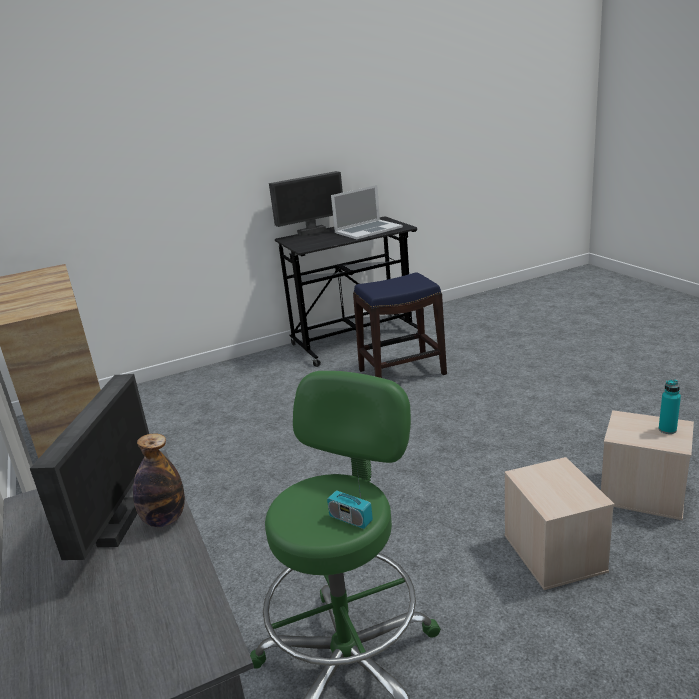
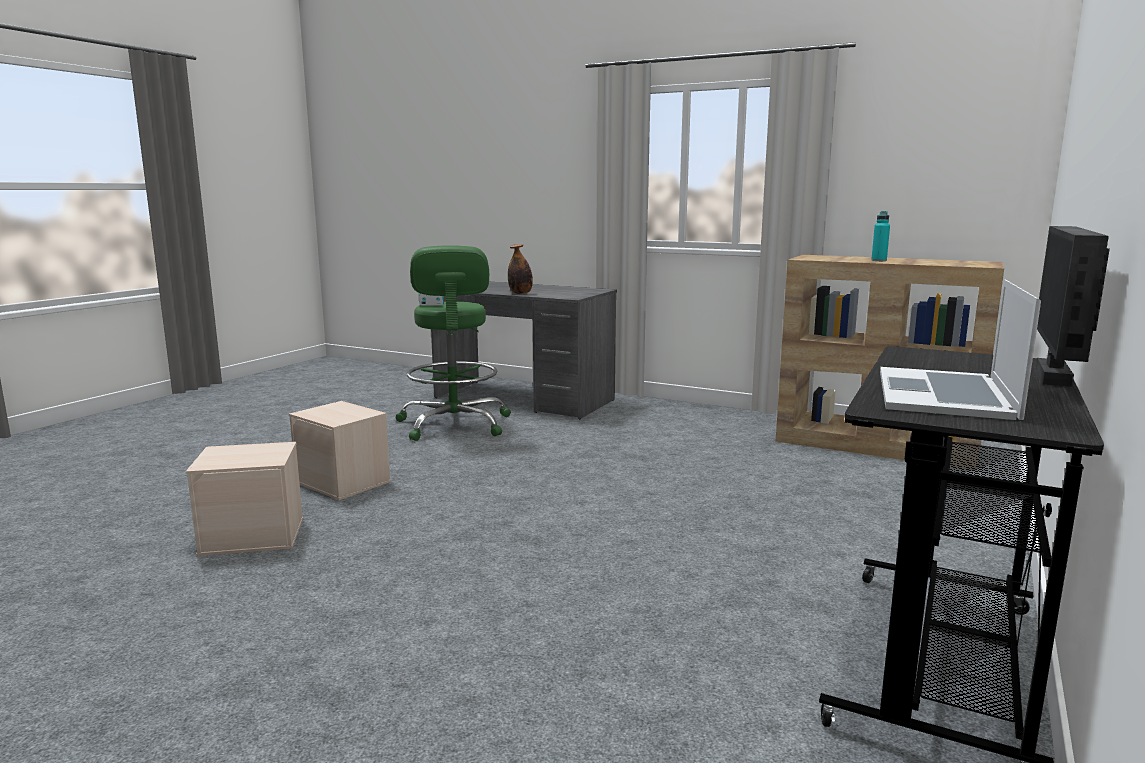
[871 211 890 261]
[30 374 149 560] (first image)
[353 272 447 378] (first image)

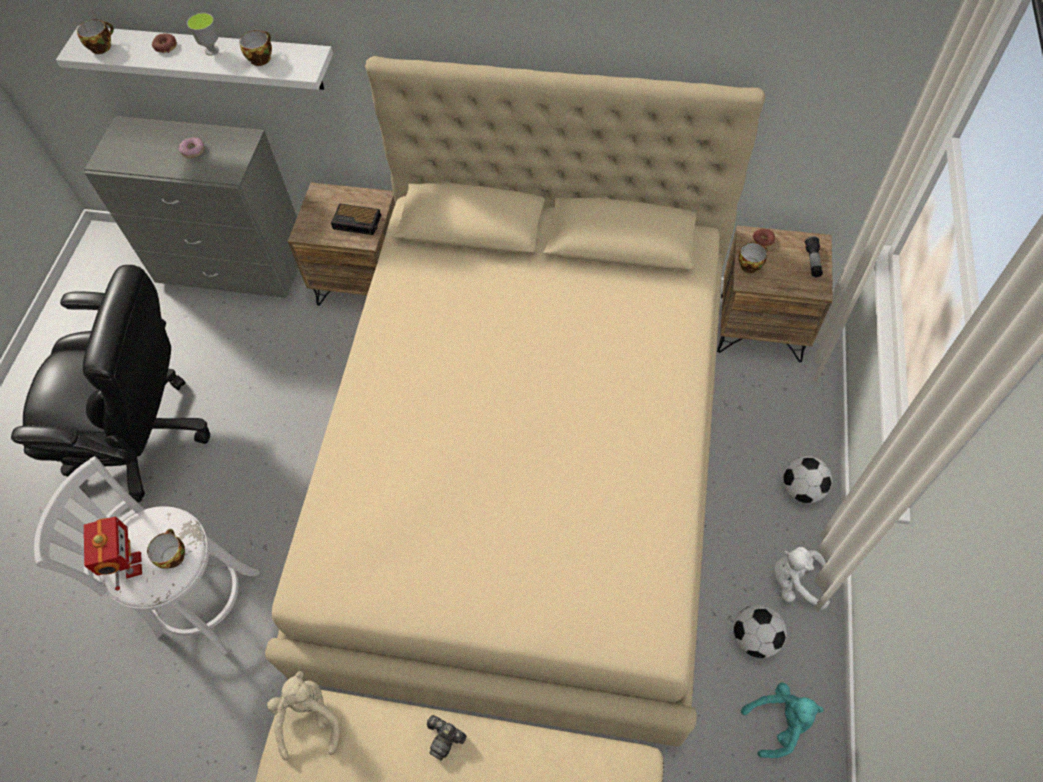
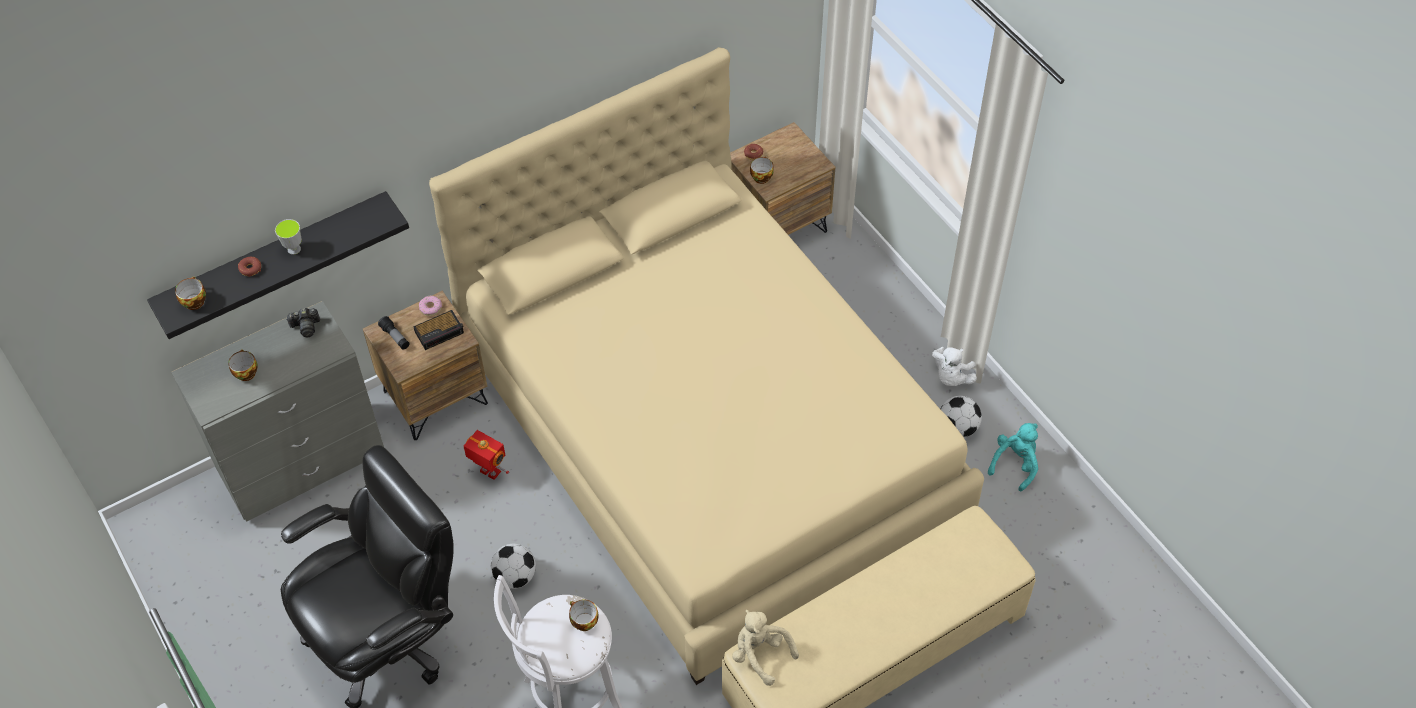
[147 191 409 339]
[228 349 258 381]
[286 308 320 337]
[378 316 410 350]
[419 296 442 316]
[464 430 509 480]
[491 544 536 589]
[932 347 977 386]

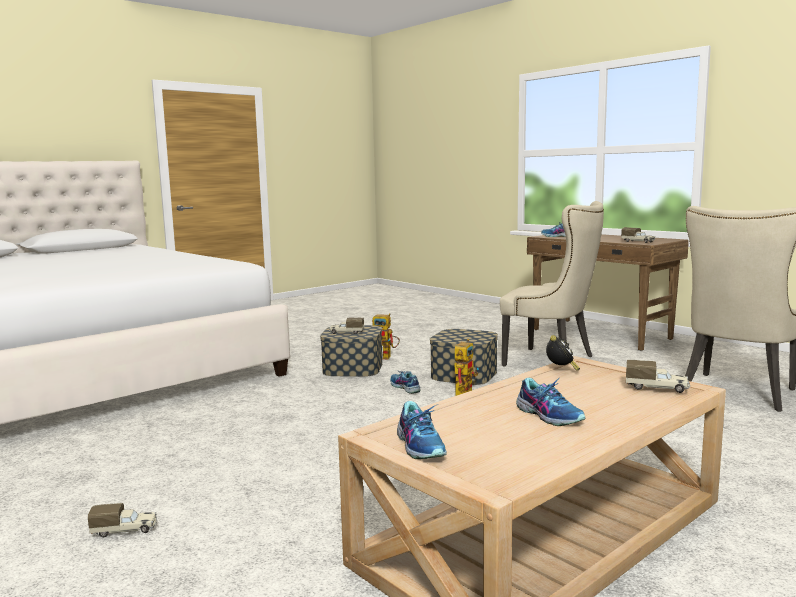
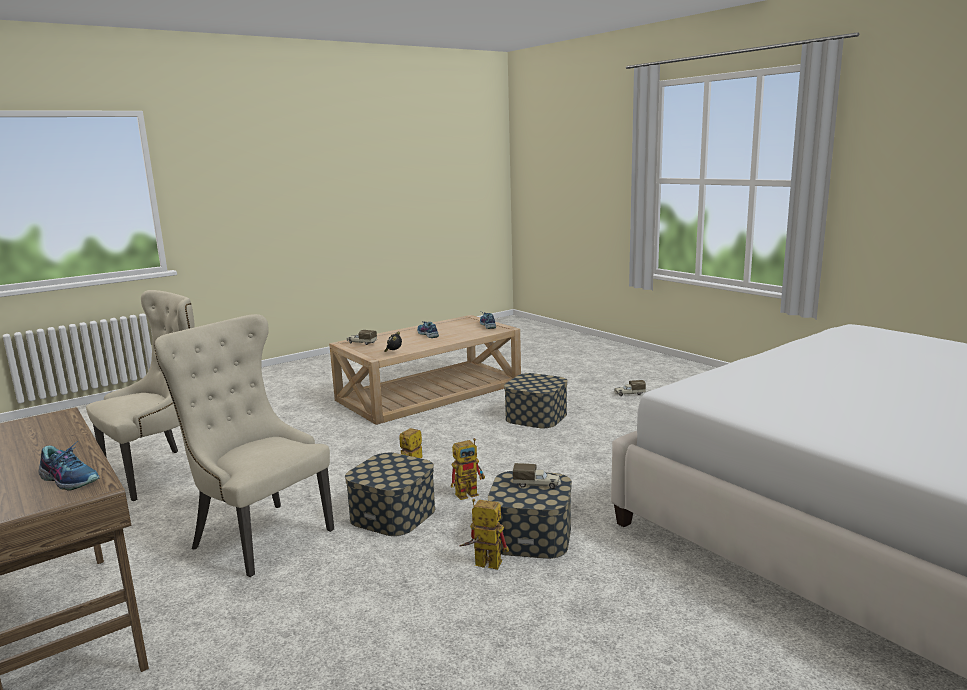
[451 438 485 500]
[504 373 568 428]
[621 227 655 243] (first image)

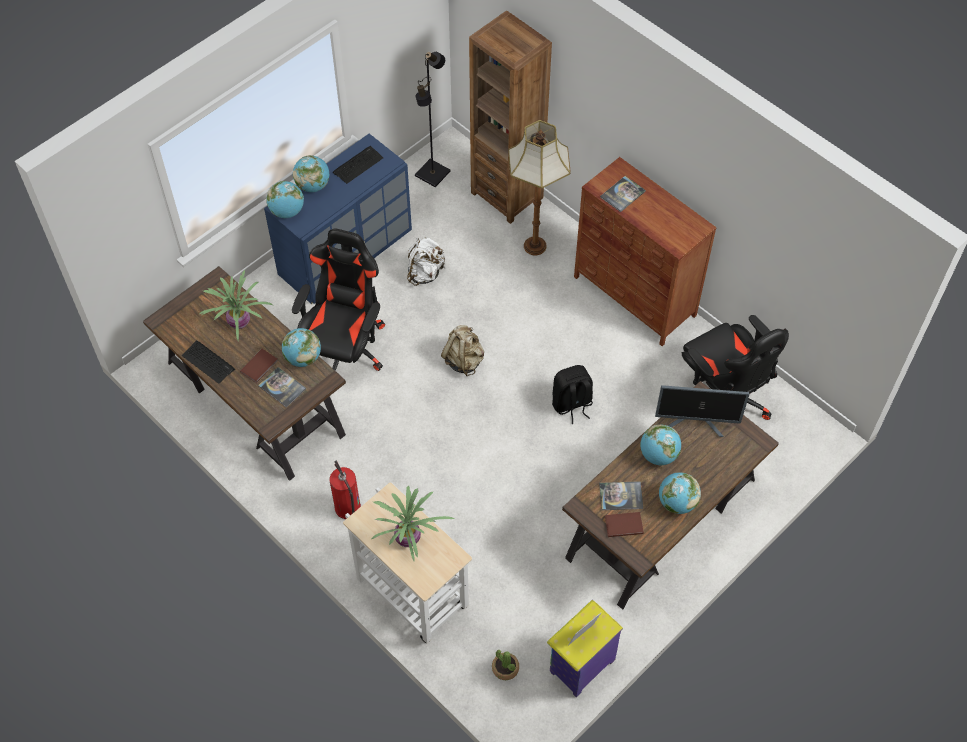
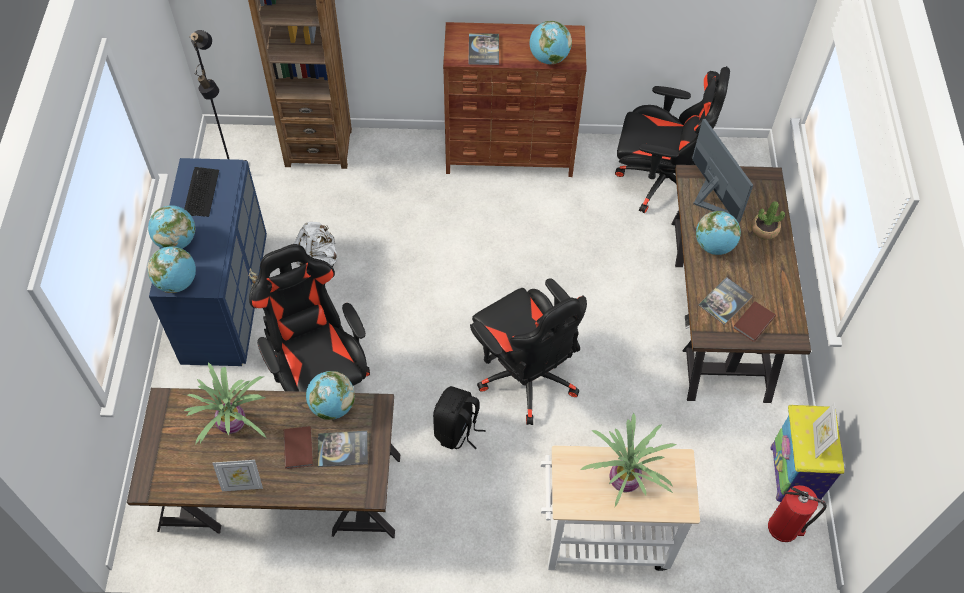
[213 460 263 491]
[433 386 486 449]
[470 278 587 425]
[530 21 572 65]
[692 119 753 223]
[751 201 785 240]
[768 485 827 542]
[441 325 484 376] (first image)
[508 120 571 255] (first image)

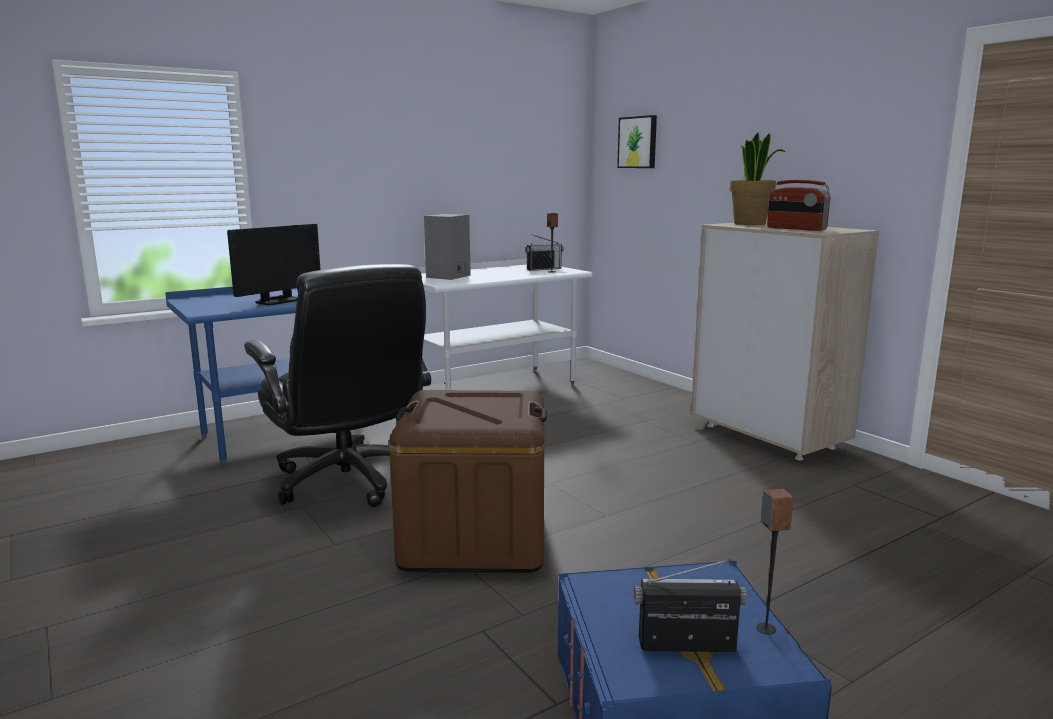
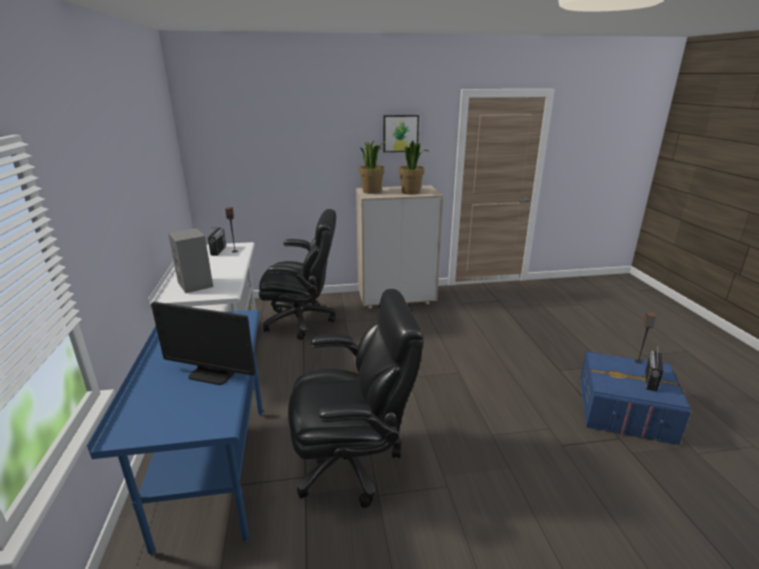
[151 302 255 385]
[259 209 336 340]
[383 115 419 152]
[399 141 428 195]
[389 390 547 573] (first image)

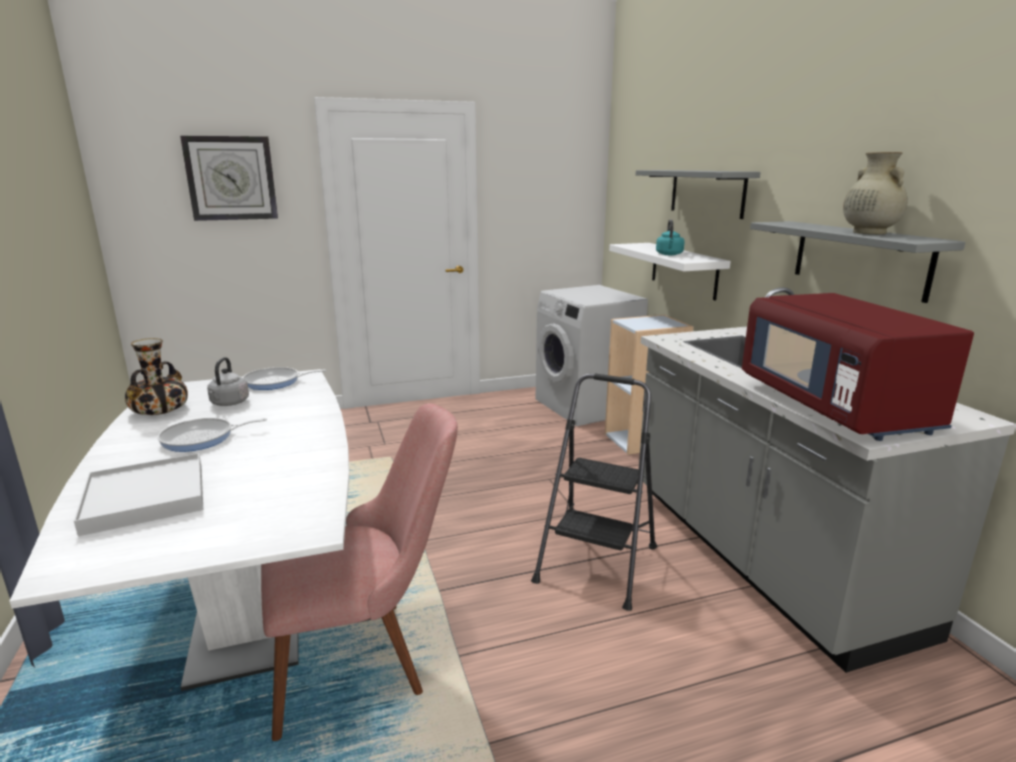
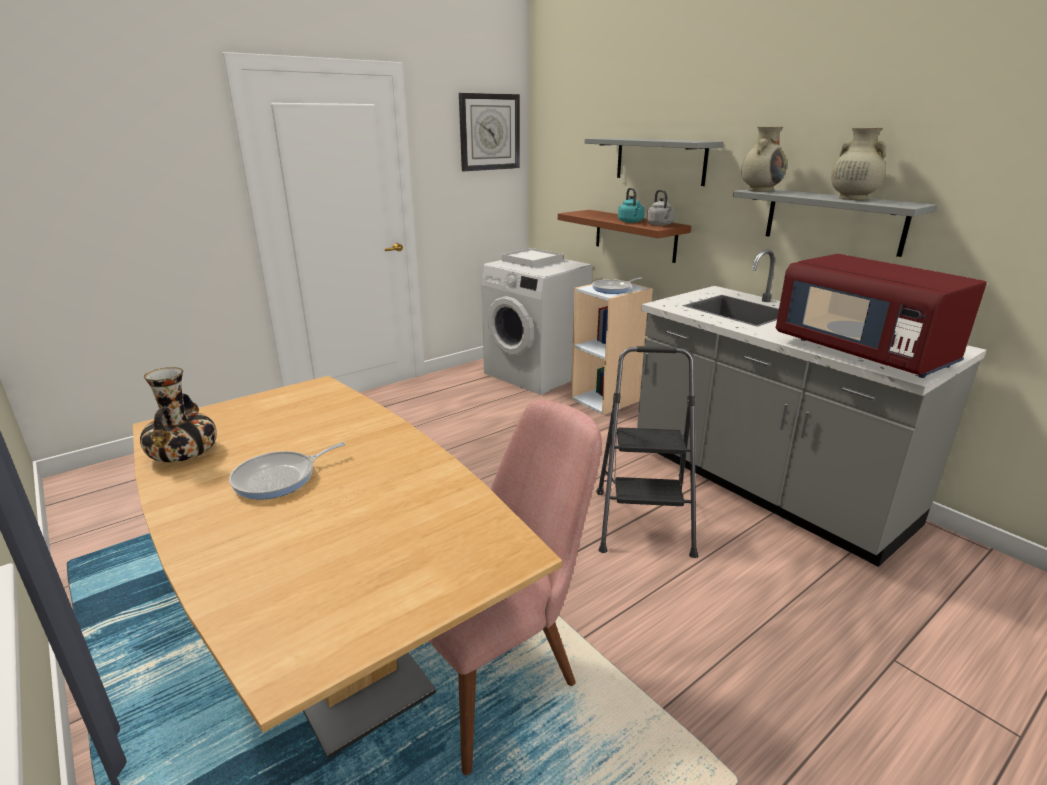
[133 376 562 759]
[459 93 520 171]
[501 248 563 267]
[558 210 691 263]
[592 277 642 294]
[647 190 675 226]
[741 127 787 192]

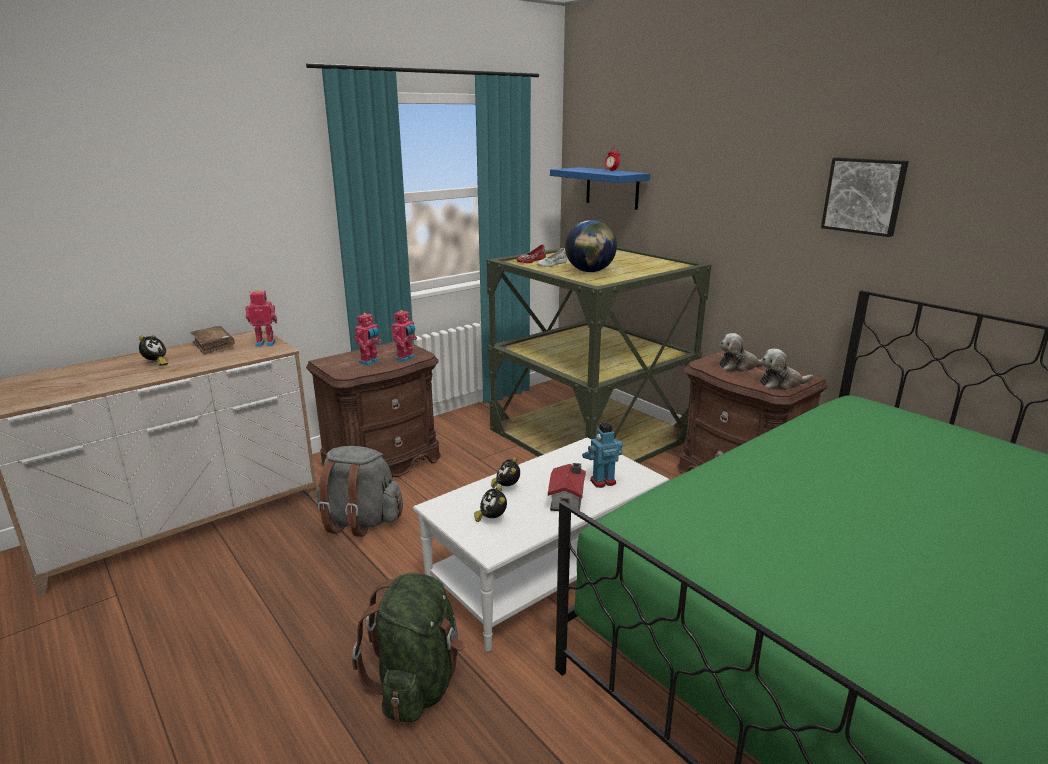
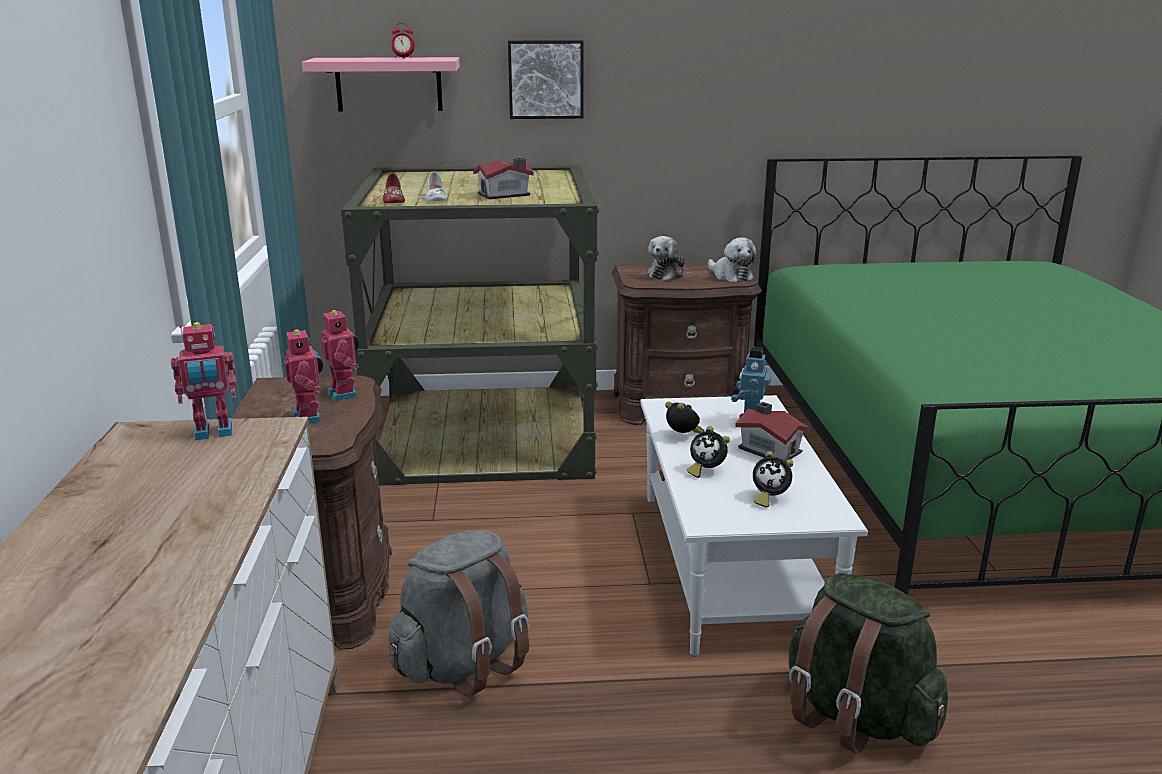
[171 322 237 440]
[302 57 460 112]
[473 158 534 199]
[508 40 584 119]
[665 401 704 433]
[708 238 757 282]
[190 326 235 355] (first image)

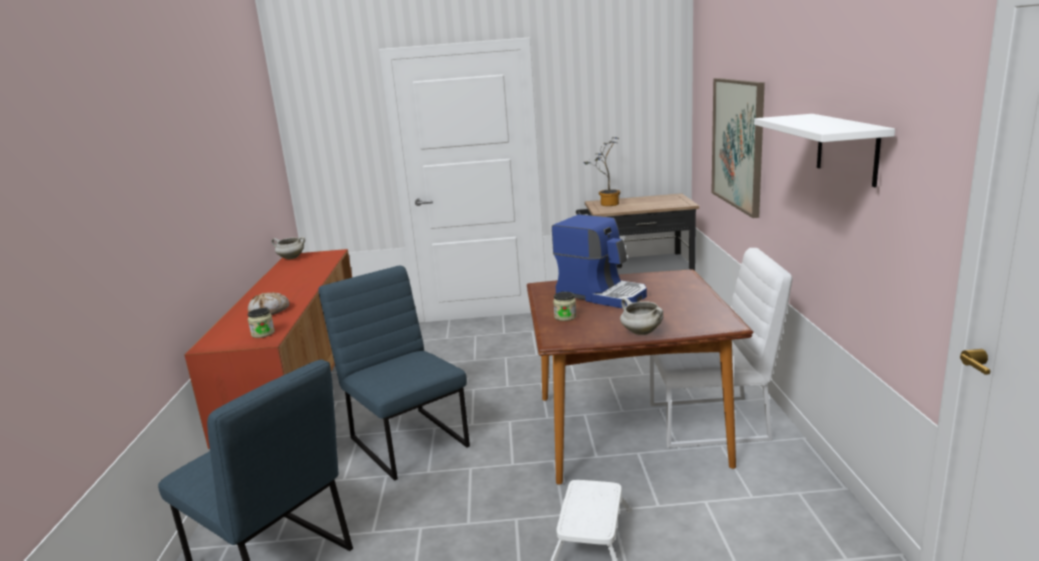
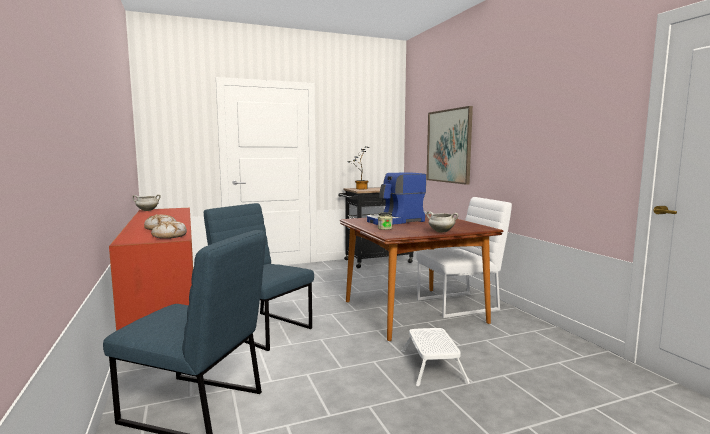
[151 221 187 239]
[367 172 426 225]
[754 114 895 187] (first image)

